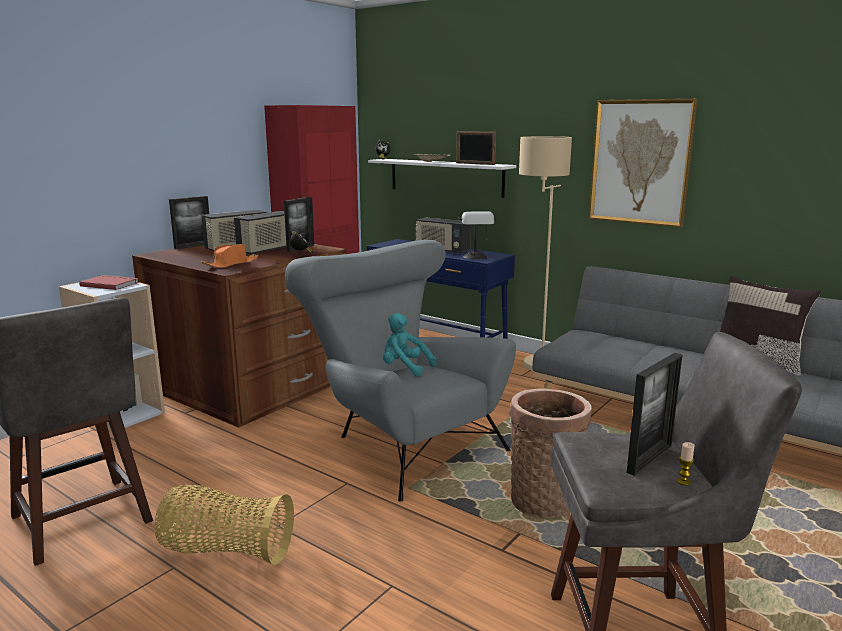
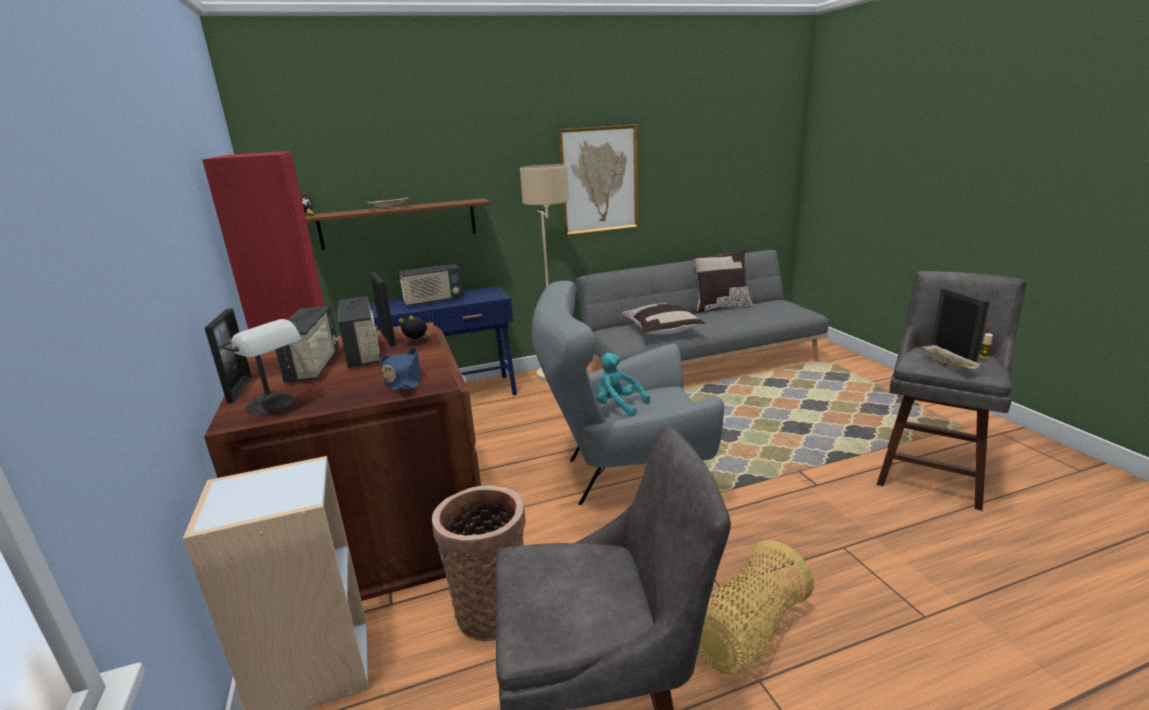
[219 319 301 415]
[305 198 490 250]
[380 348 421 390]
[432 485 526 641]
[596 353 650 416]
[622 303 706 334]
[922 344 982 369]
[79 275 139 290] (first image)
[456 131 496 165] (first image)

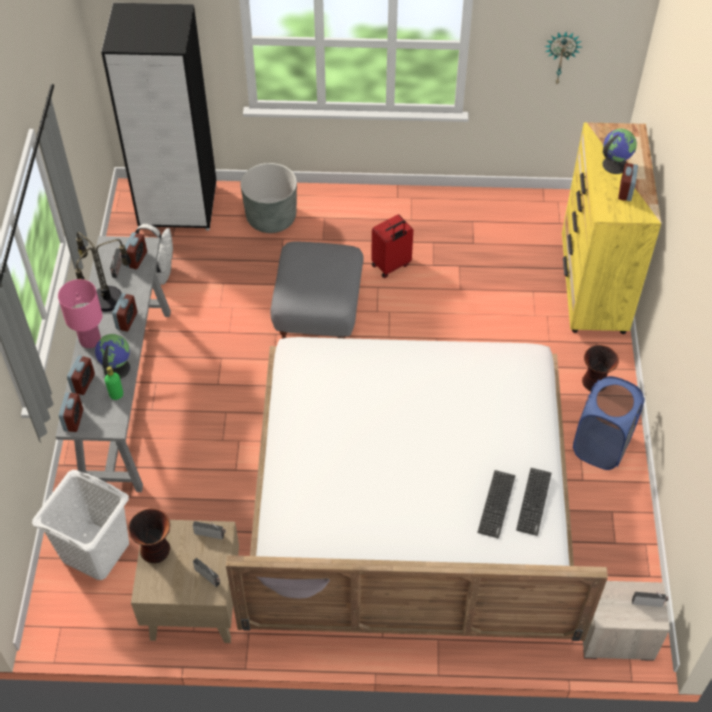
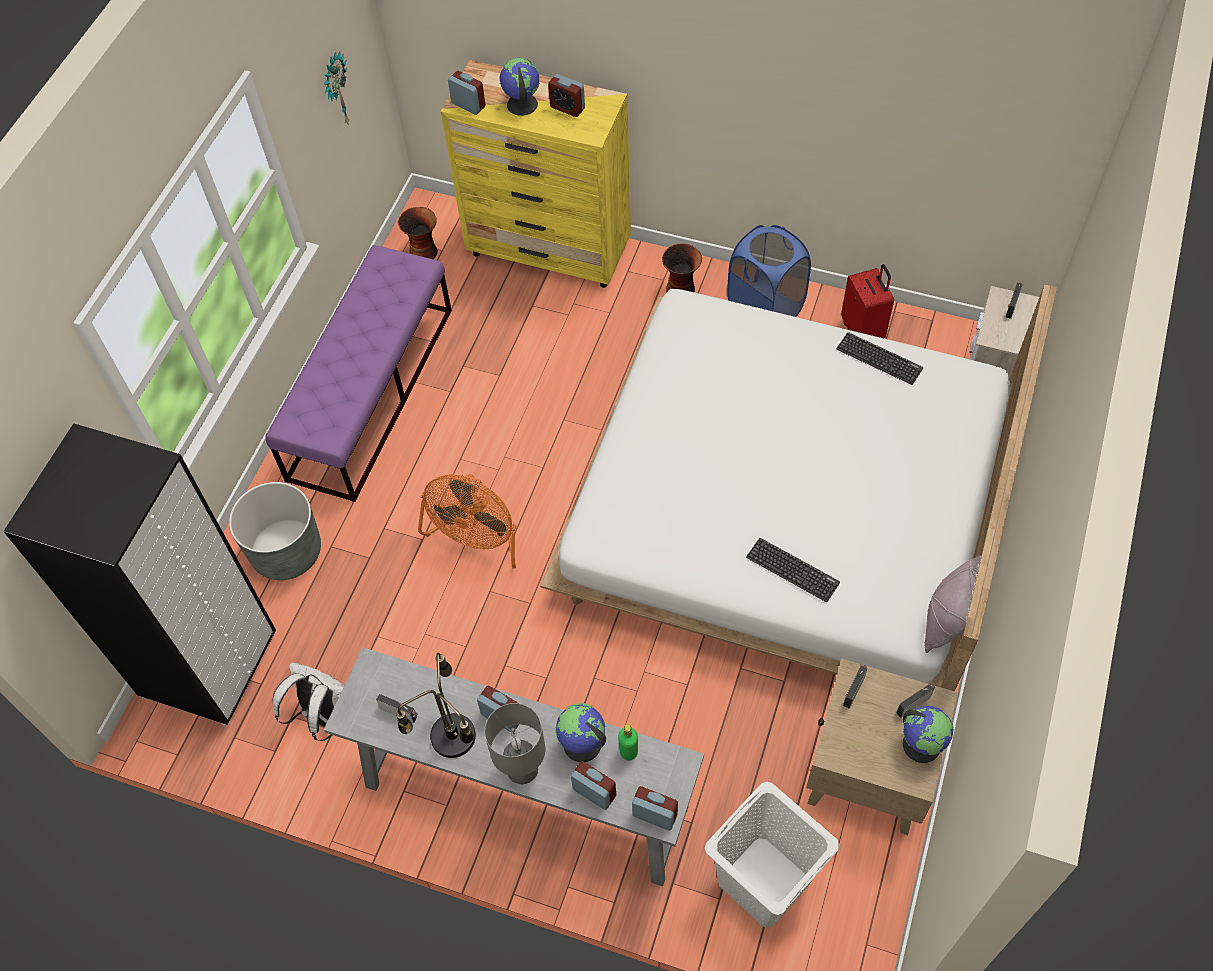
[266 245 452 502]
[398 207 438 259]
[418 474 516 569]
[448 71 485 115]
[485 703 545 784]
[746 538 840 602]
[841 264 894 338]
[903 706 954 763]

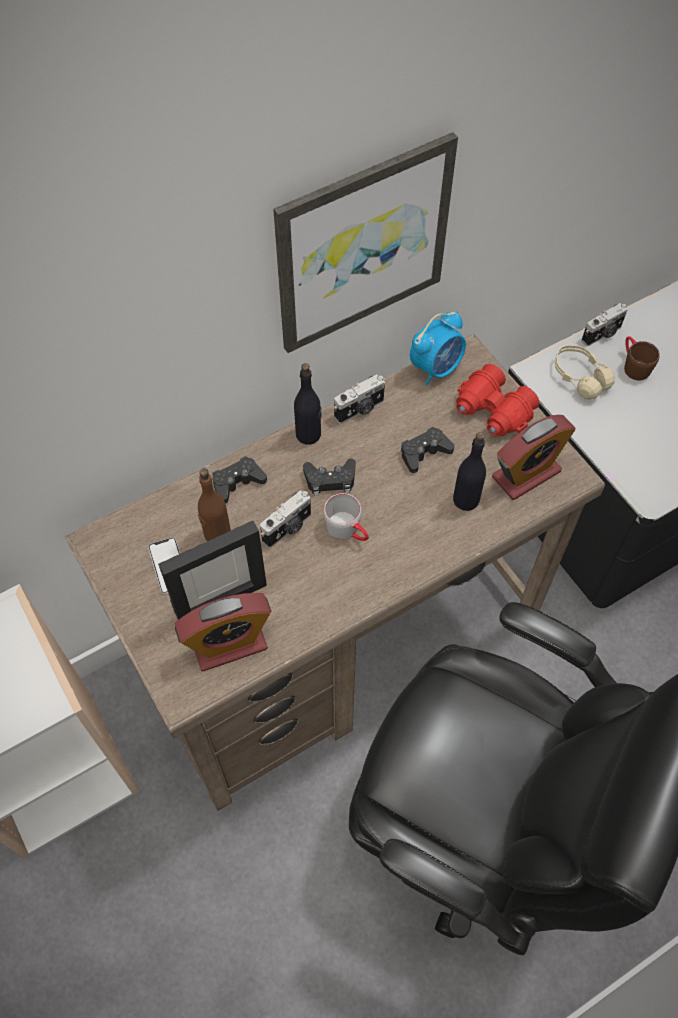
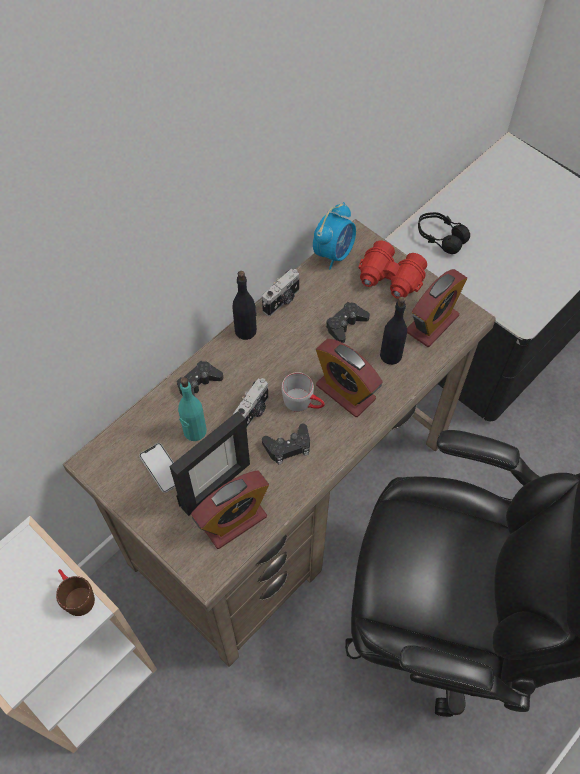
[56 569 95 616]
[178 377 207 441]
[262 424 310 465]
[316 339 383 417]
[418 212 470 254]
[273 132 458 353] (first image)
[581 303 628 346] (first image)

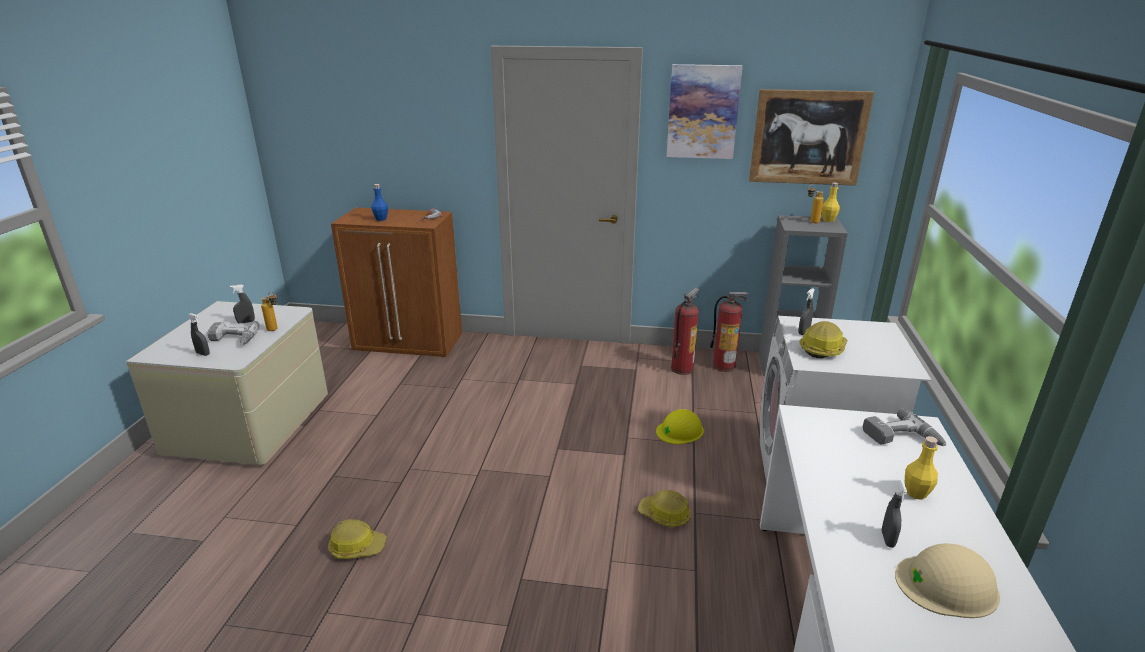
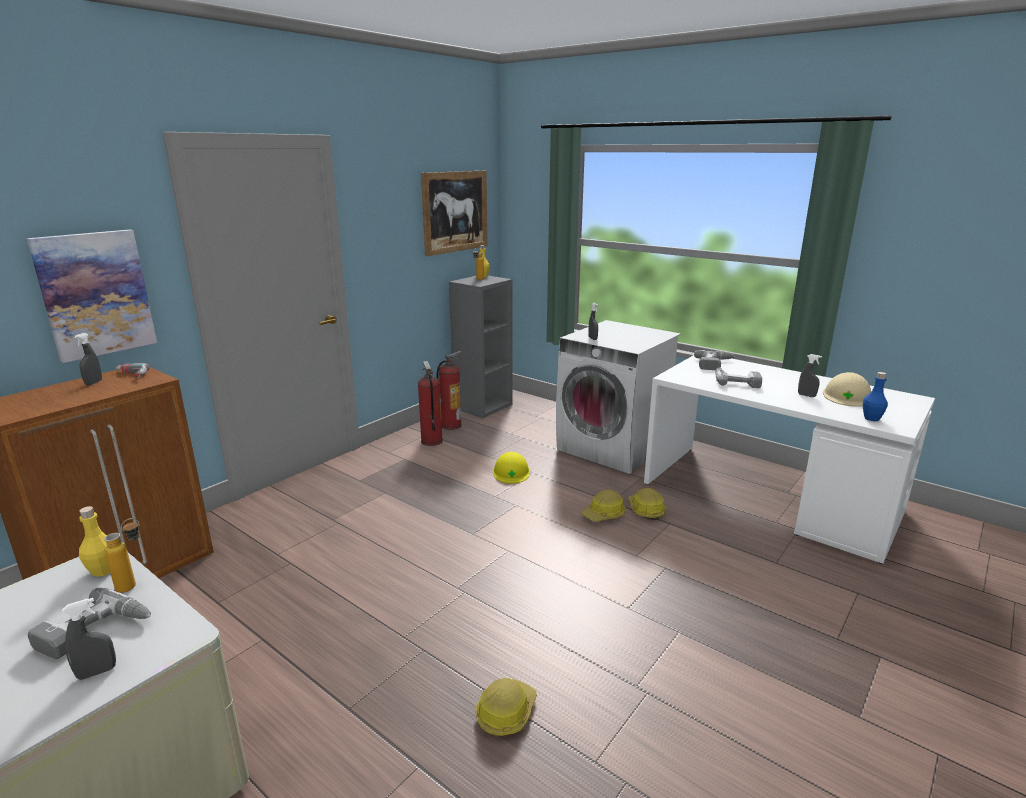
[27 230 157 363]
[74 333 102 385]
[79 506 110 577]
[628 488 666 520]
[715 367 762 388]
[863 372 888 421]

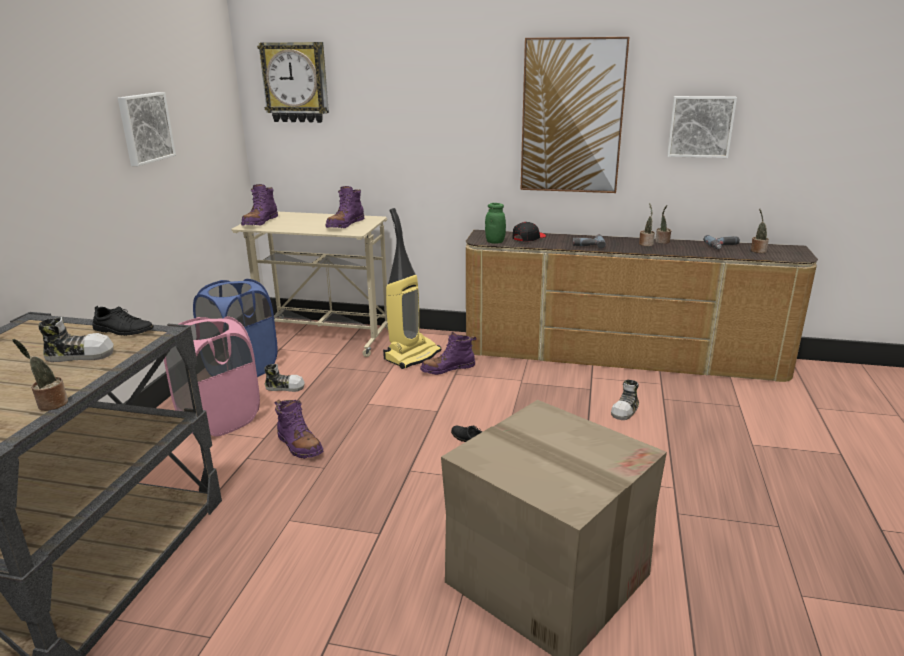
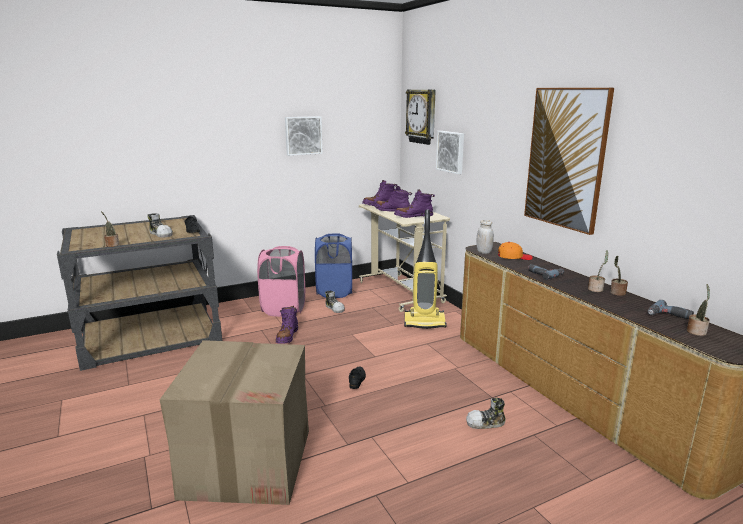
[374 186 412 212]
[436 131 464 174]
[476 220 494 254]
[498 242 533 260]

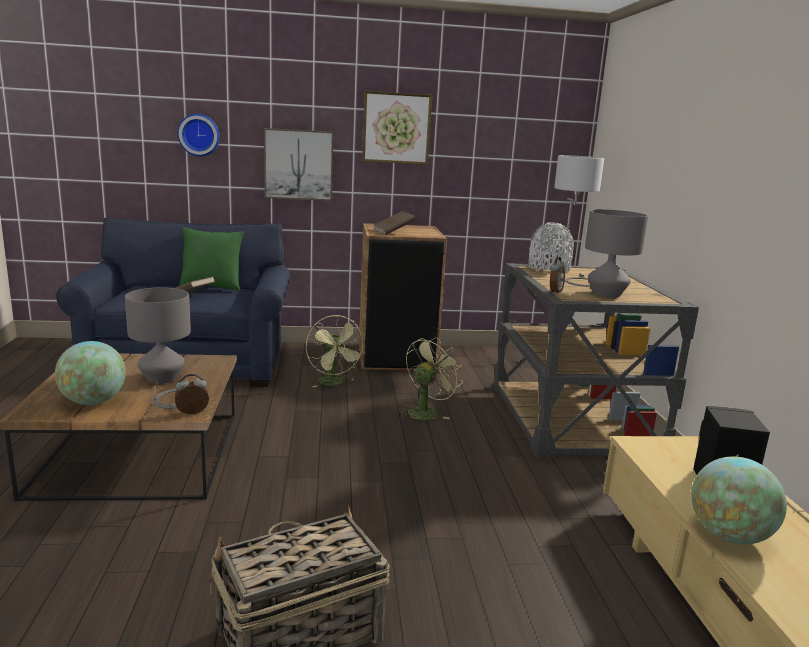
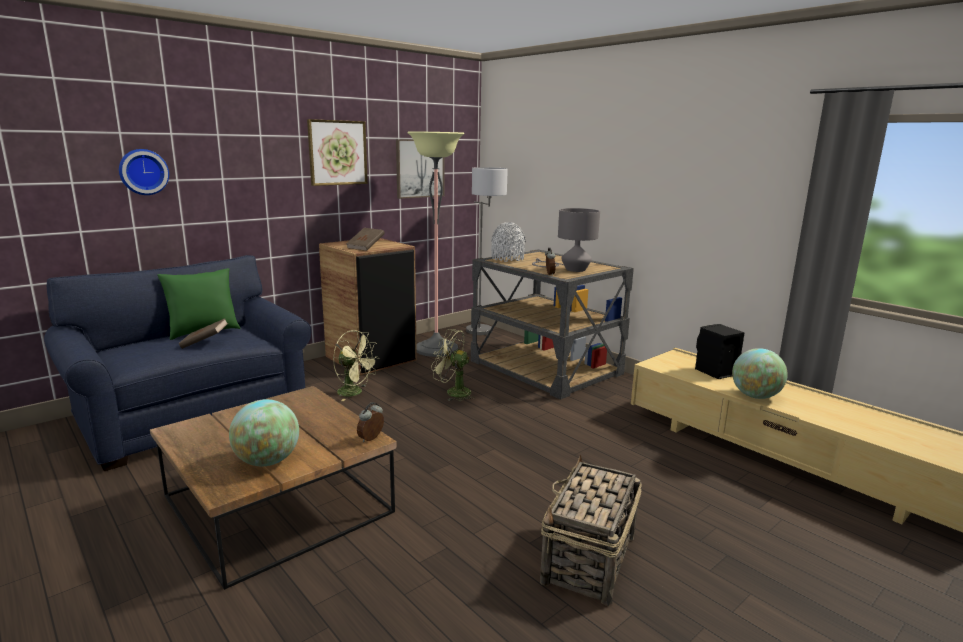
[396 139 444 199]
[407 131 464 357]
[431 329 475 401]
[125 287 191 409] (first image)

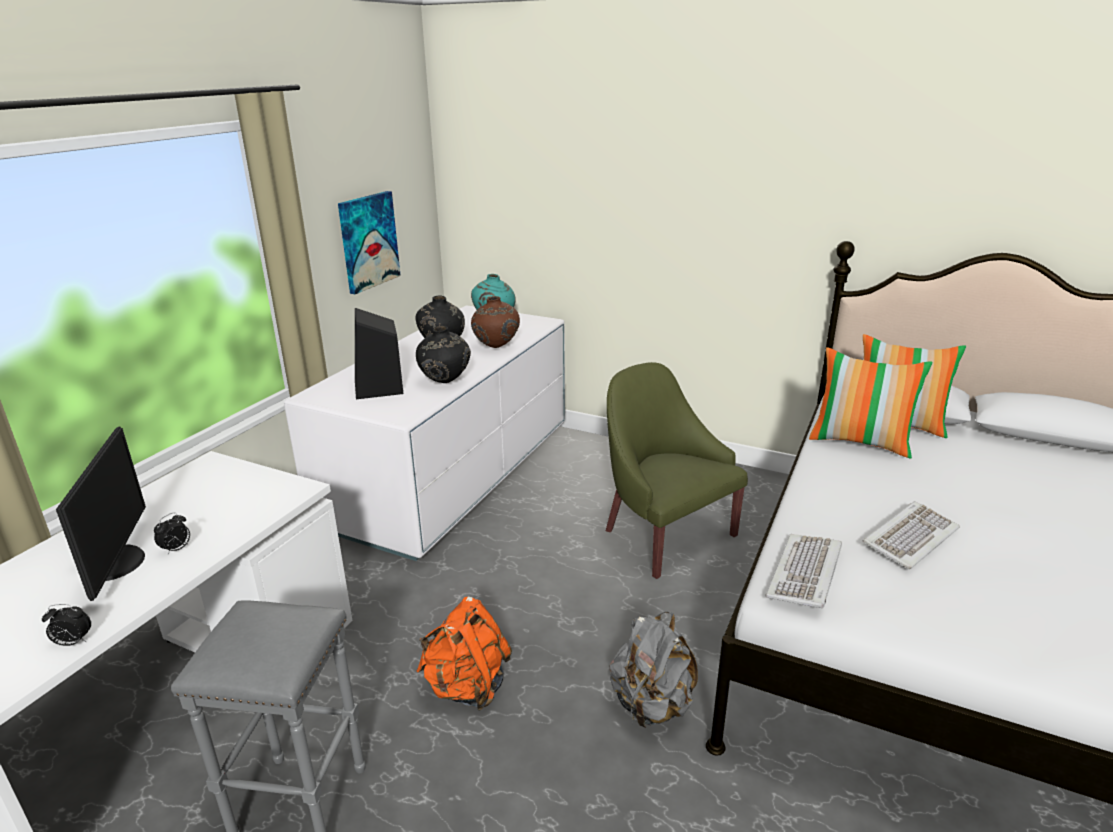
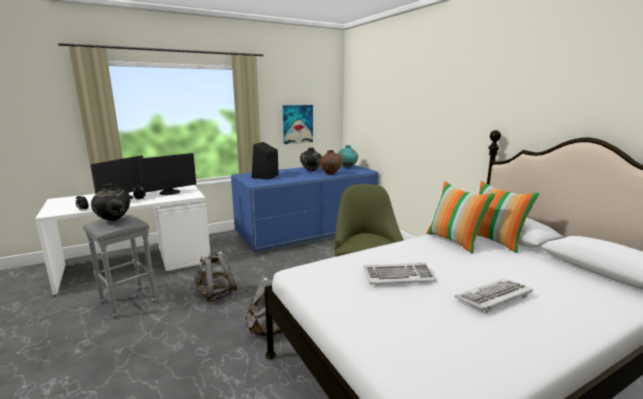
[91 184 130 221]
[138 153 196 195]
[194 251 238 302]
[231 165 379 253]
[455 279 533 312]

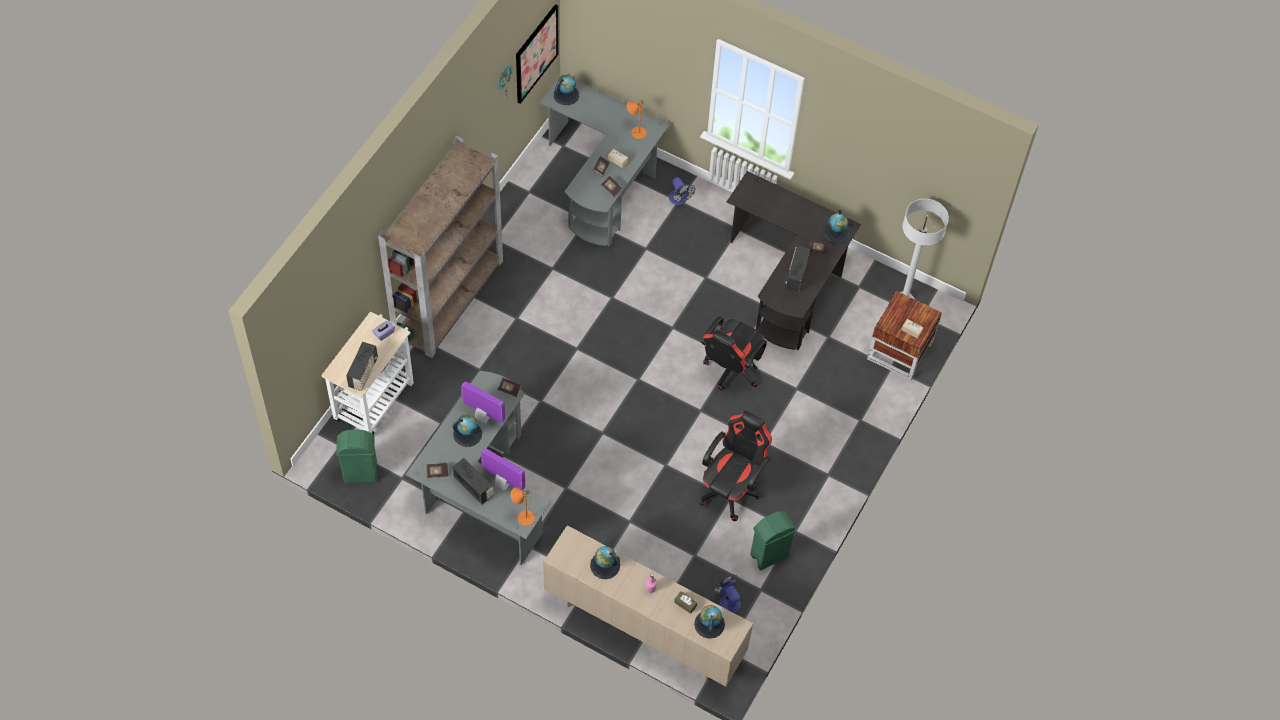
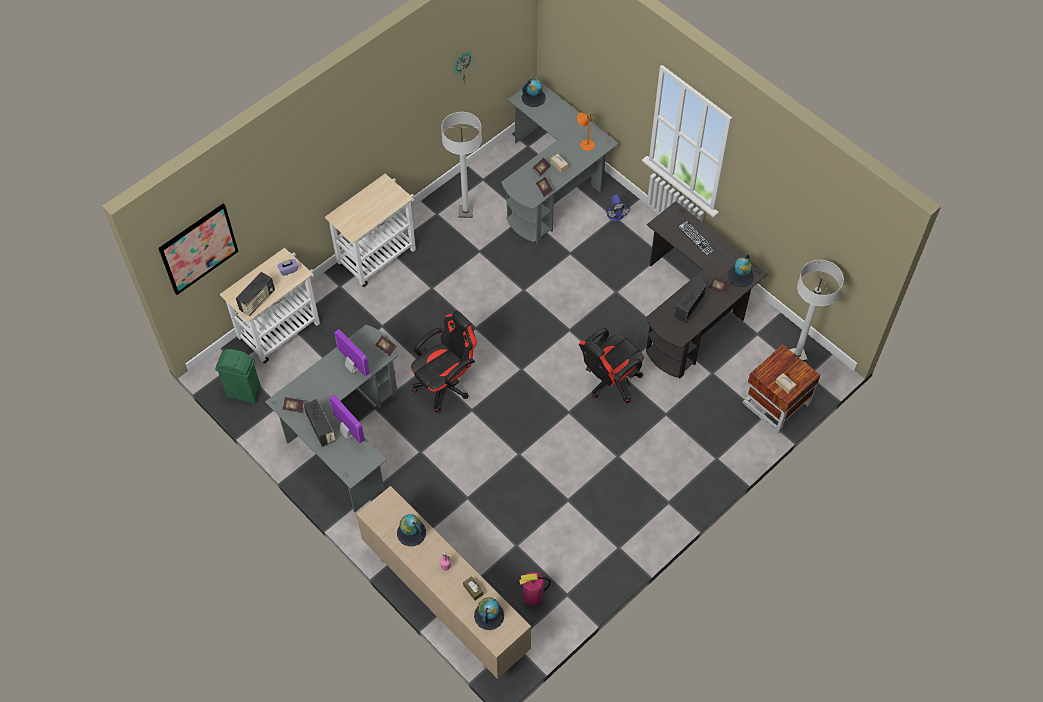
[158 204 239 295]
[325 174 416 287]
[411 310 477 413]
[441 112 482 218]
[519 572 551 605]
[678 221 716 256]
[453 414 482 447] (first image)
[510 487 535 526] (first image)
[750 511 797 570] (first image)

